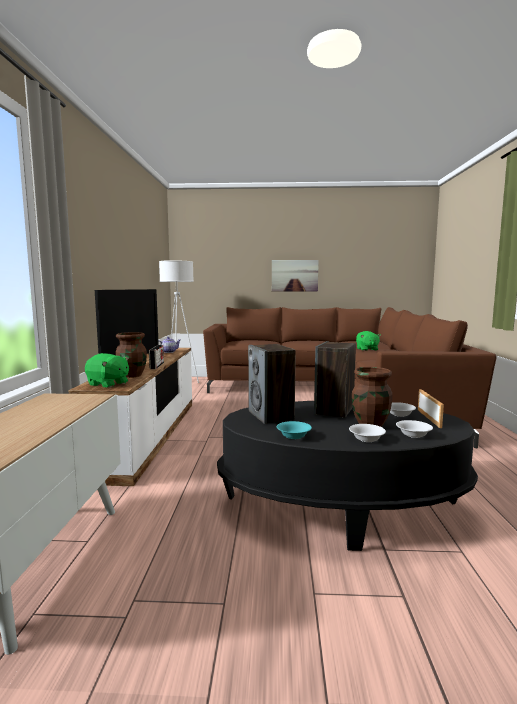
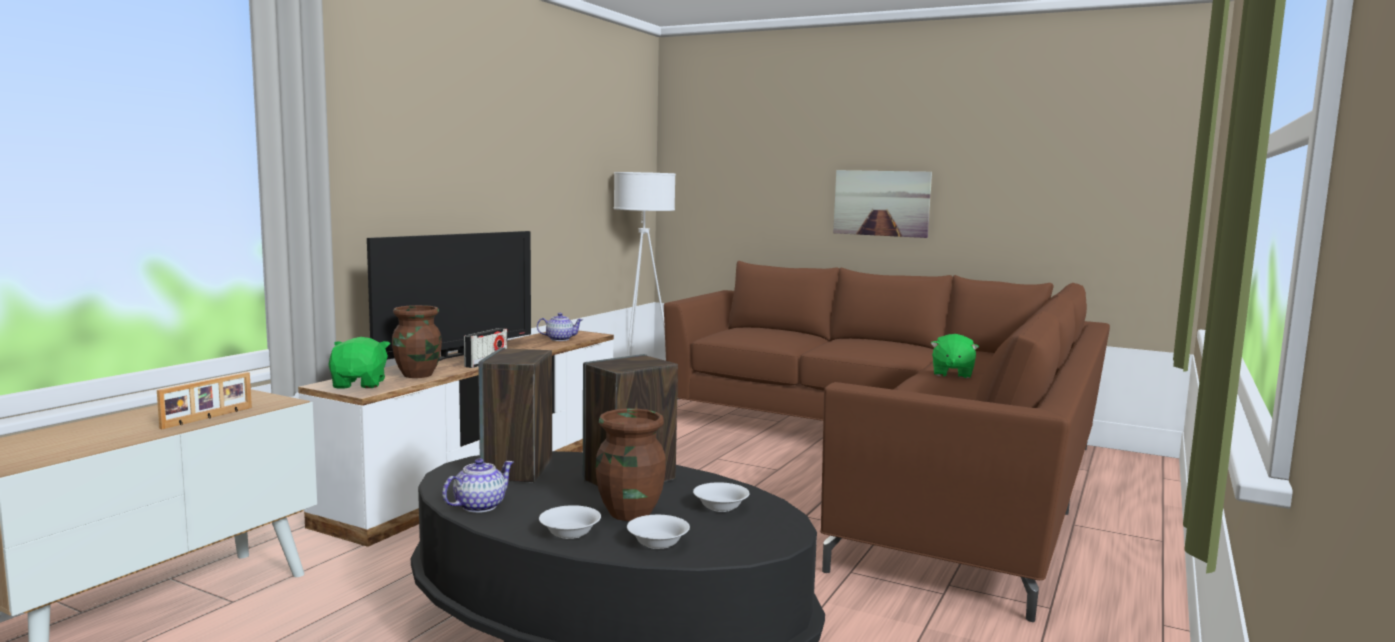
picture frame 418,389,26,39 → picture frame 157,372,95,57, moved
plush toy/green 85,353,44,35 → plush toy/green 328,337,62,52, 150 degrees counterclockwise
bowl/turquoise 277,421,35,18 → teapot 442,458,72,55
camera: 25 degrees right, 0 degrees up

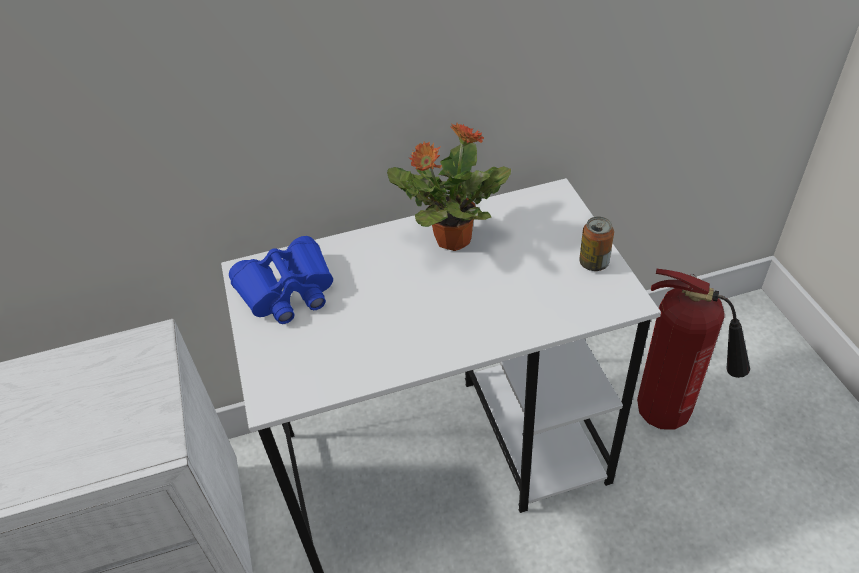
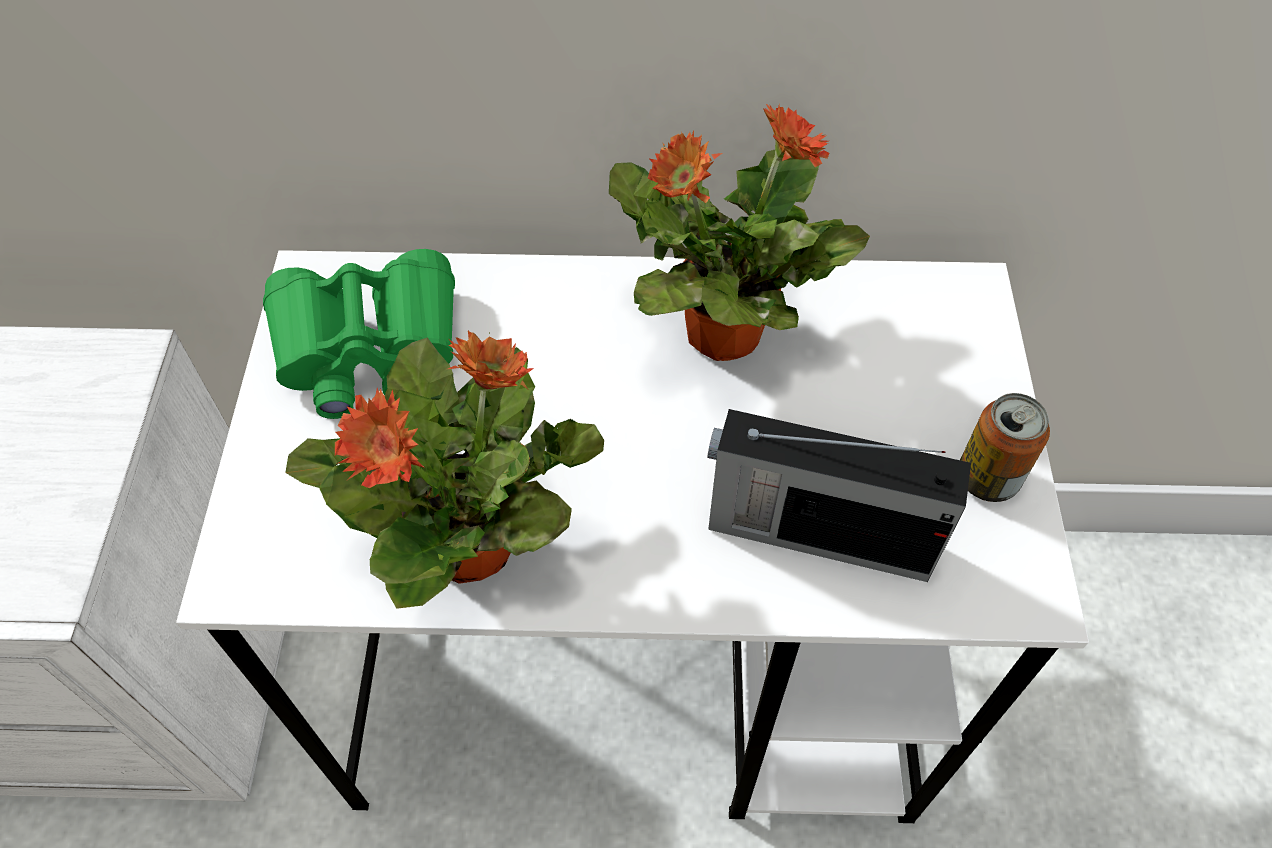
binoculars/blue 229,236,104,88 → binoculars/green 263,249,192,170
- → potted plant 285,330,319,279
- → radio 707,409,264,173
fire extinguisher 637,269,113,160 → -
camera: 15 degrees right, 10 degrees up

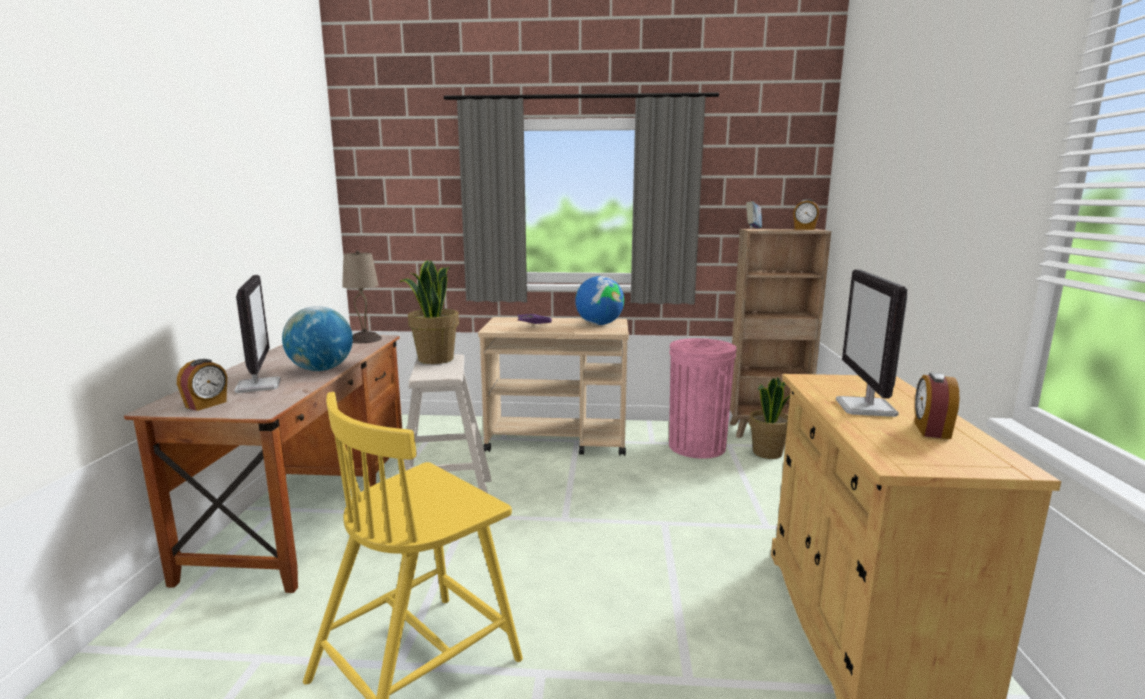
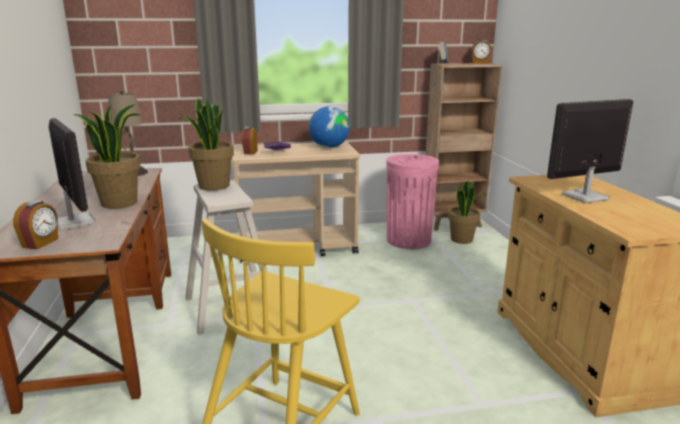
globe 282,306,71,65 → potted plant 74,104,66,105
alarm clock 915,372,44,67 → alarm clock 242,127,16,27, moved
monitor 836,269,71,148 → monitor 547,99,86,104, 75 degrees clockwise
camera: 15 degrees left, 5 degrees up

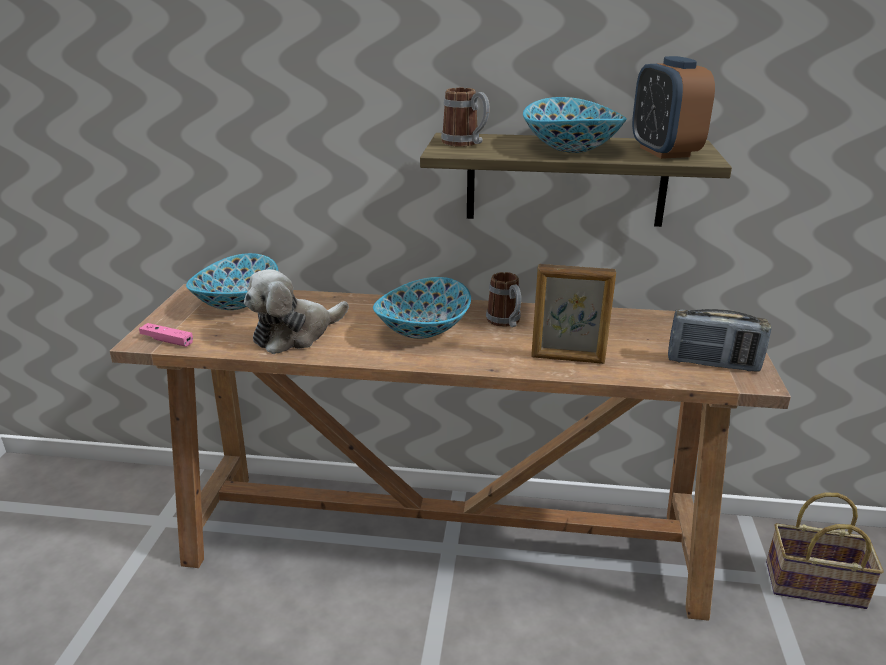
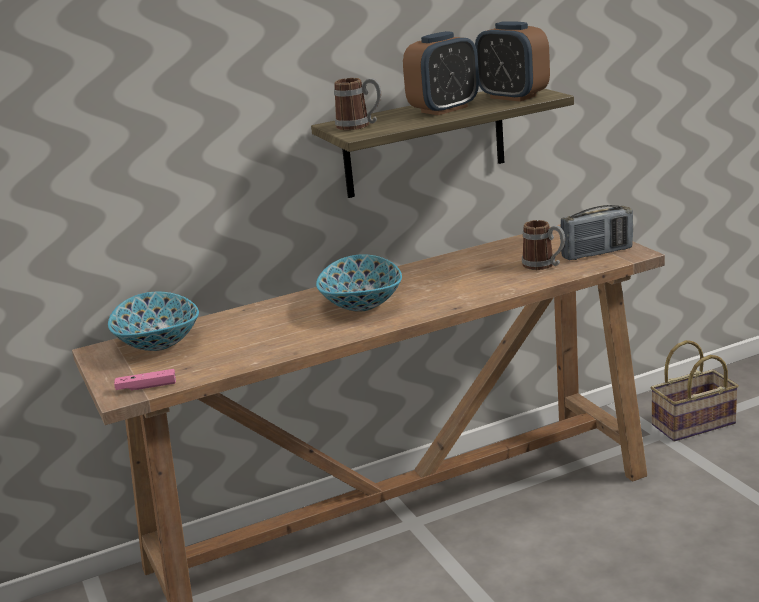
bowl 523,97,104,56 → alarm clock 403,31,76,84
mug 486,272,35,55 → mug 522,220,43,50, moved
plush toy 244,269,105,85 → -
picture frame 531,264,85,100 → -
camera: 30 degrees left, 5 degrees down

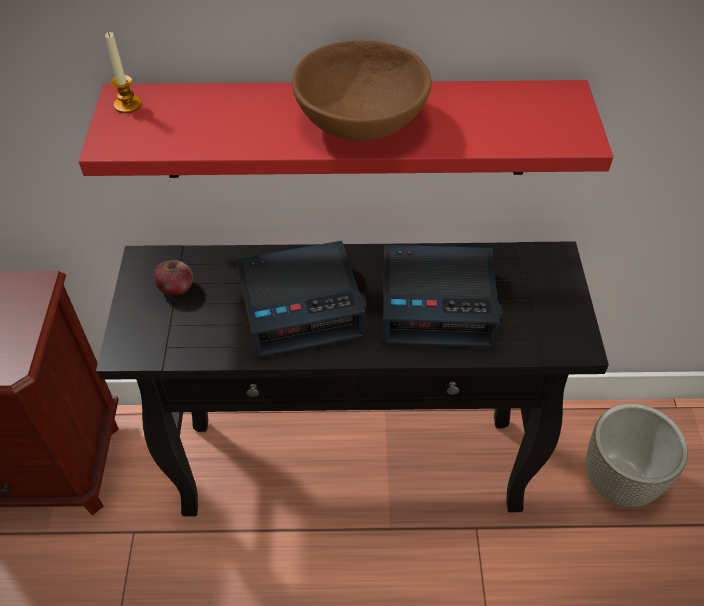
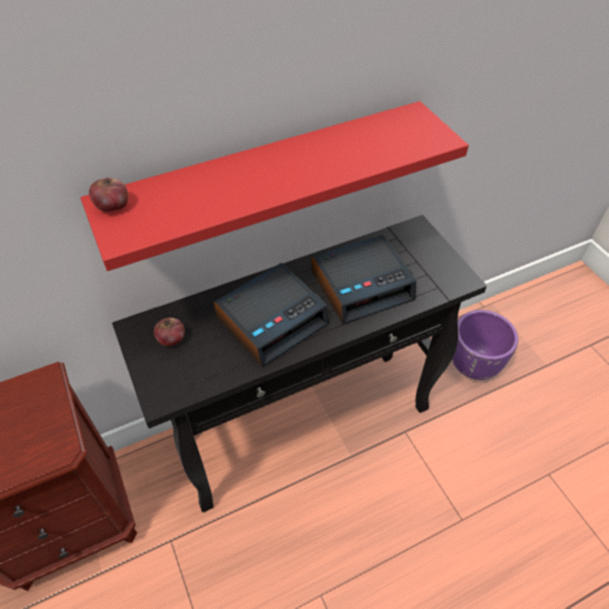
candle 105,32,37,81 → apple 89,177,39,35
planter/grey 586,403,102,104 → planter/purple 452,310,66,70
bowl/brown 292,40,140,101 → -
camera: 25 degrees left, 0 degrees up

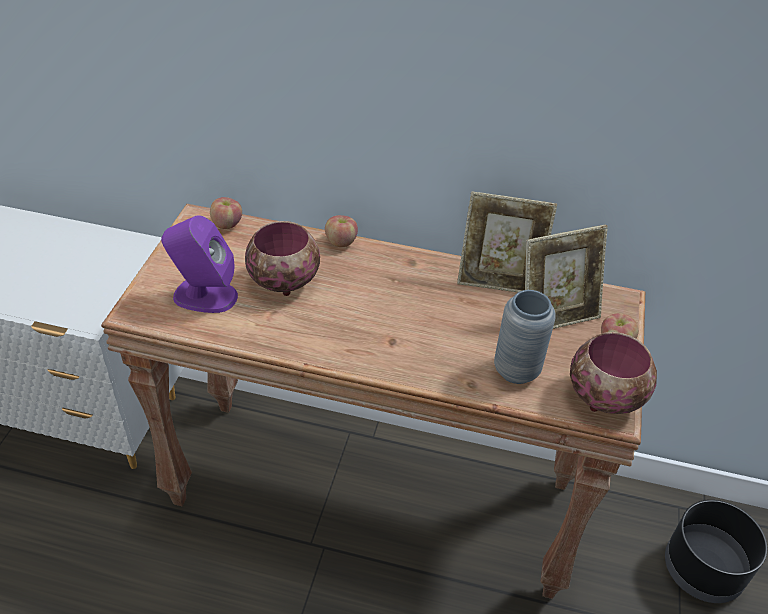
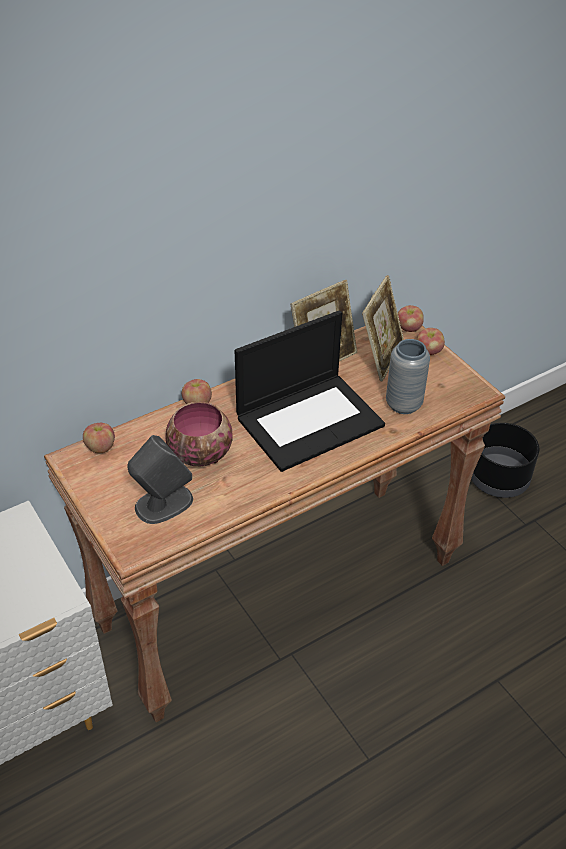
speaker/purple 161,215,77,98 → speaker/grey 128,435,65,89
- → laptop 235,310,150,162
- → apple 398,305,26,27
bowl 570,332,87,82 → -
camera: 45 degrees left, 0 degrees up

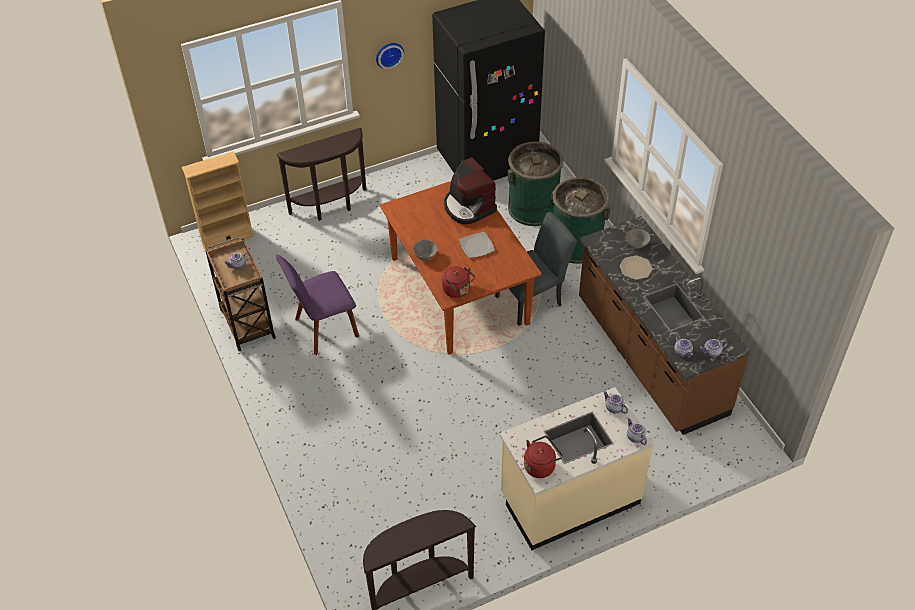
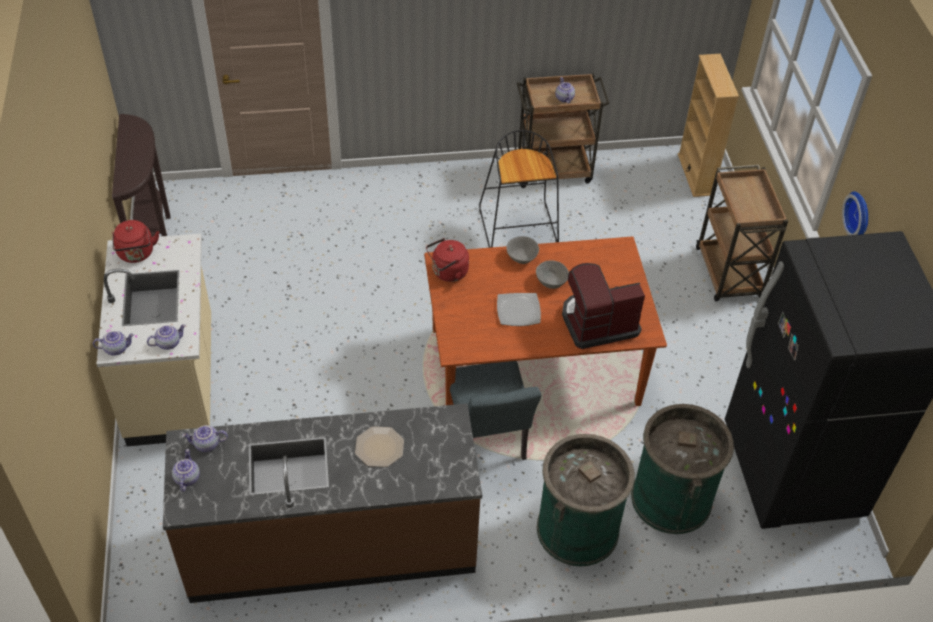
chair/purple 276,255,83,100 → stool/black 479,130,80,118
bowl/grey 625,229,25,20 → bowl/grey 536,261,33,28, moved
console table/brown 276,128,90,93 → cart/brown 696,165,92,136
camera: 105 degrees right, 0 degrees up

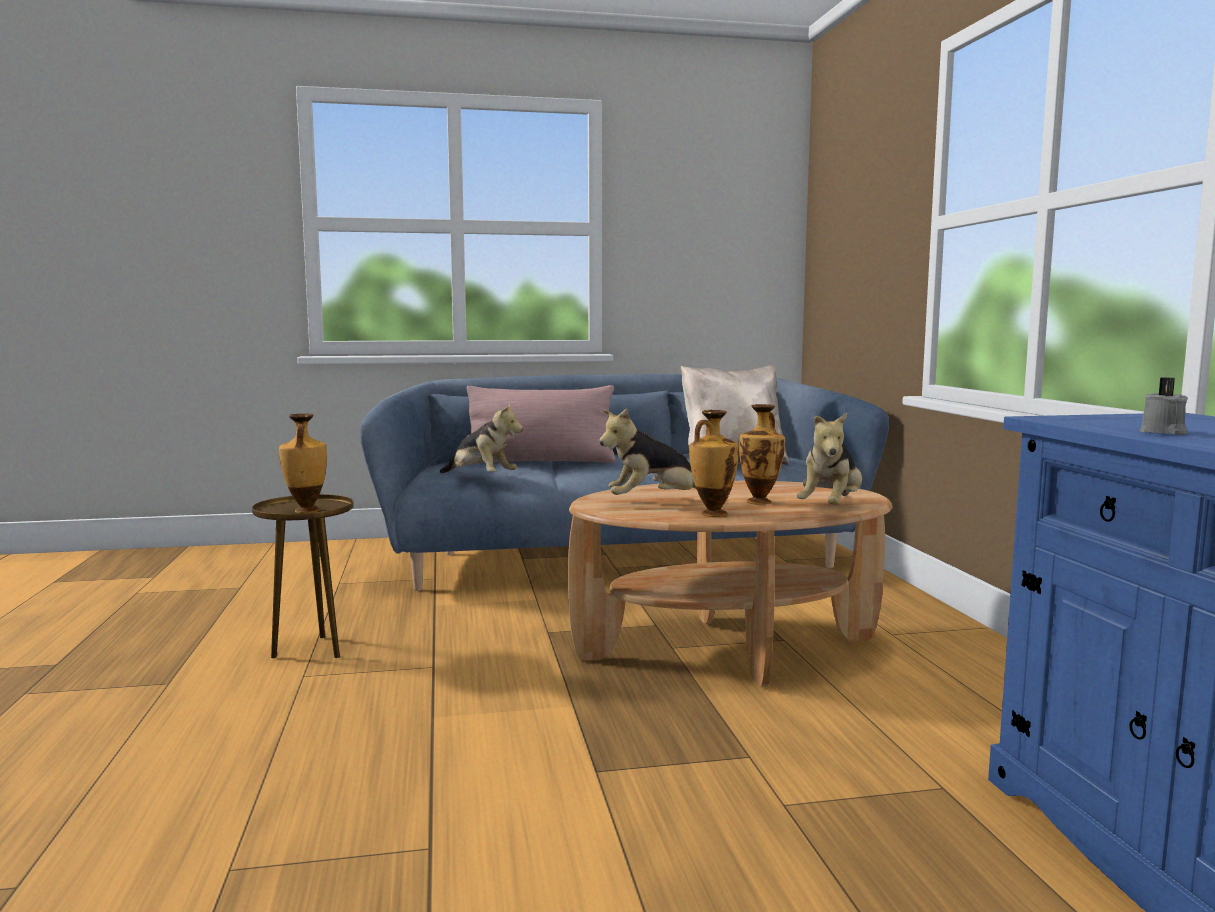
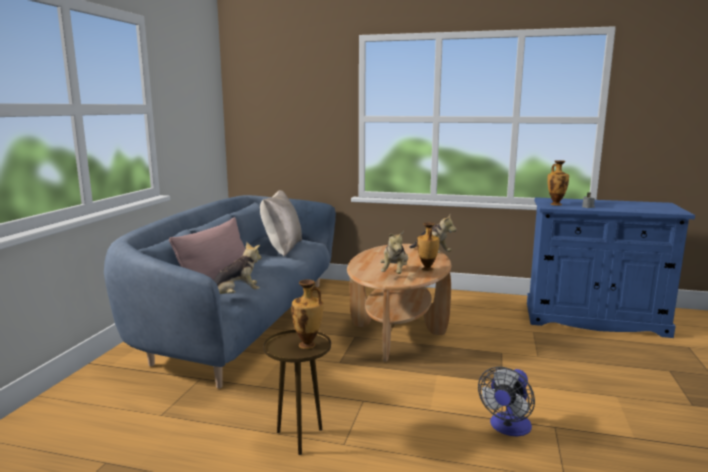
- → fan 478,366,57,70
vase 739,404,46,101 → vase 547,160,22,46, moved
camera: 65 degrees left, 5 degrees up

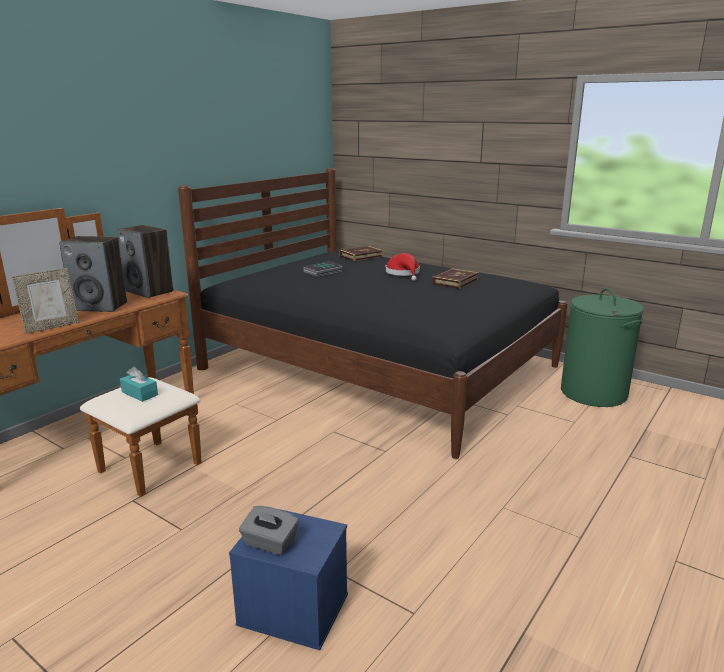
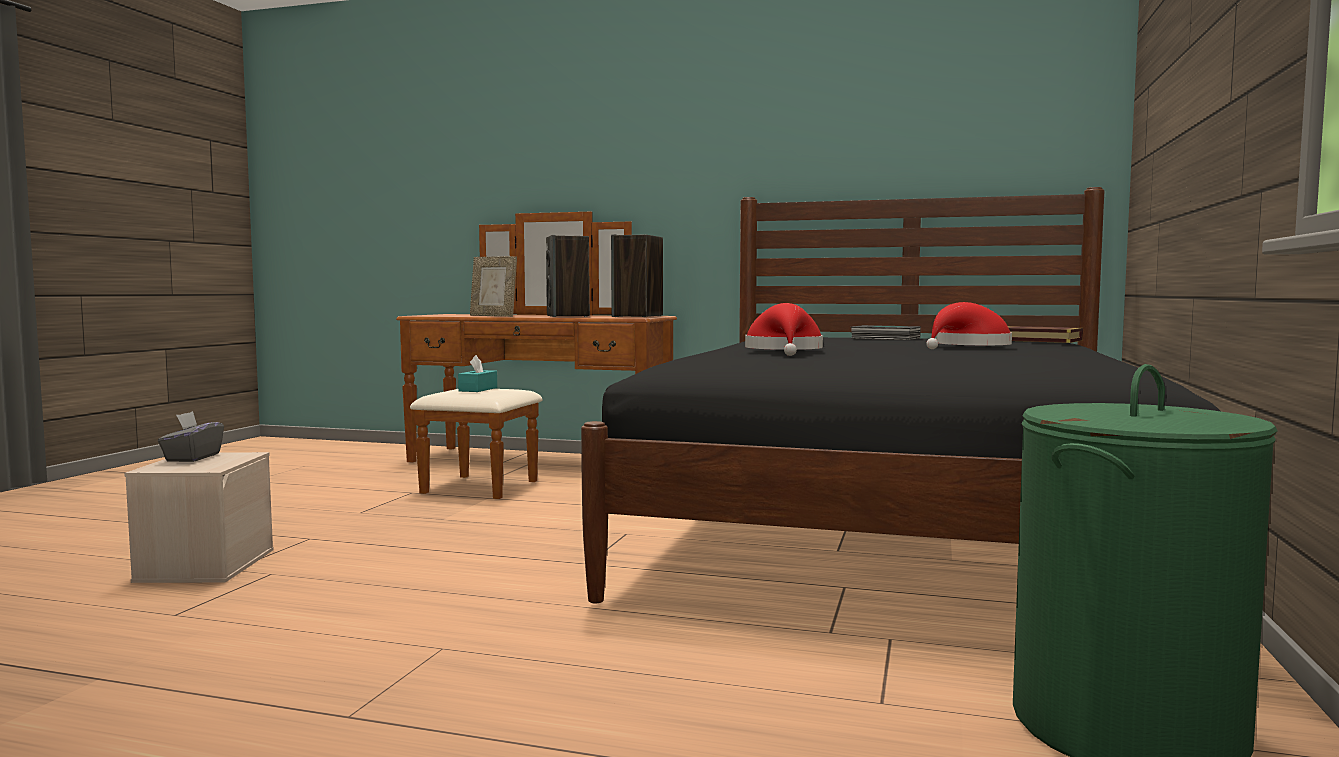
storage box/blue 229,509,119,141 → storage box/beige 124,452,150,131
- → hat/red 745,303,78,53
book 432,268,47,21 → -
camera: 70 degrees right, 15 degrees down

